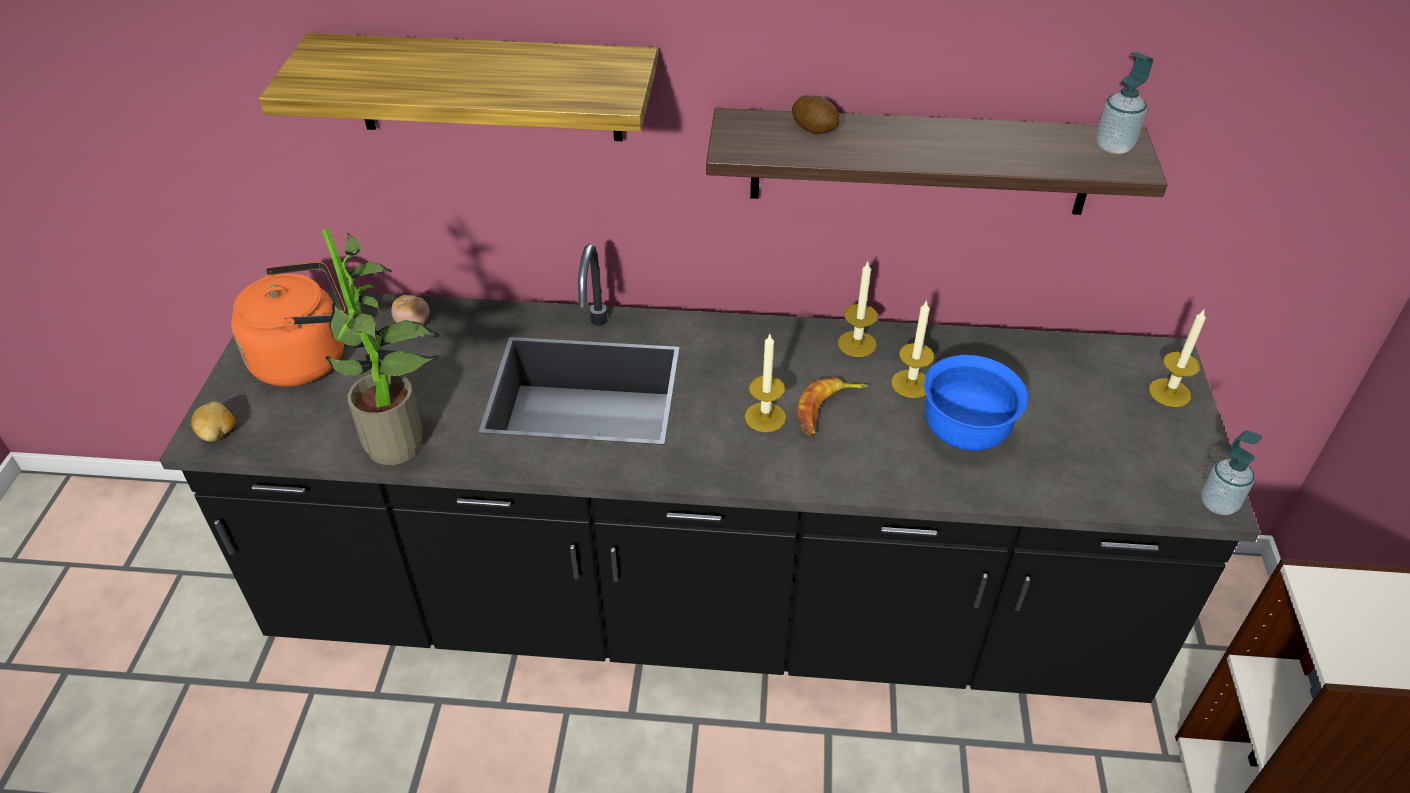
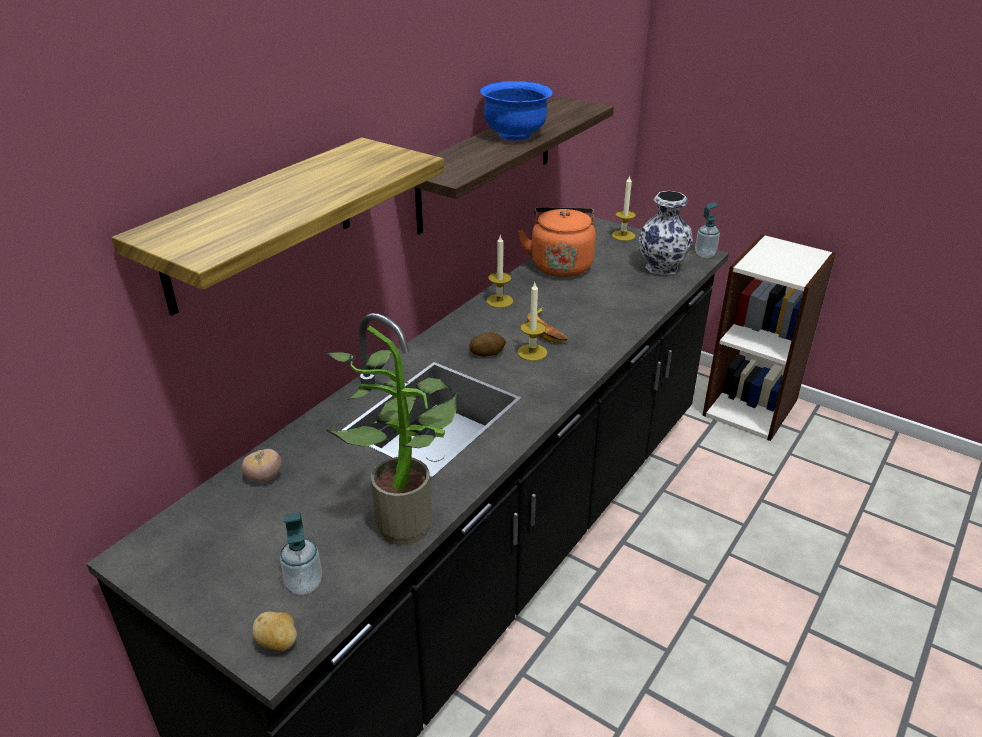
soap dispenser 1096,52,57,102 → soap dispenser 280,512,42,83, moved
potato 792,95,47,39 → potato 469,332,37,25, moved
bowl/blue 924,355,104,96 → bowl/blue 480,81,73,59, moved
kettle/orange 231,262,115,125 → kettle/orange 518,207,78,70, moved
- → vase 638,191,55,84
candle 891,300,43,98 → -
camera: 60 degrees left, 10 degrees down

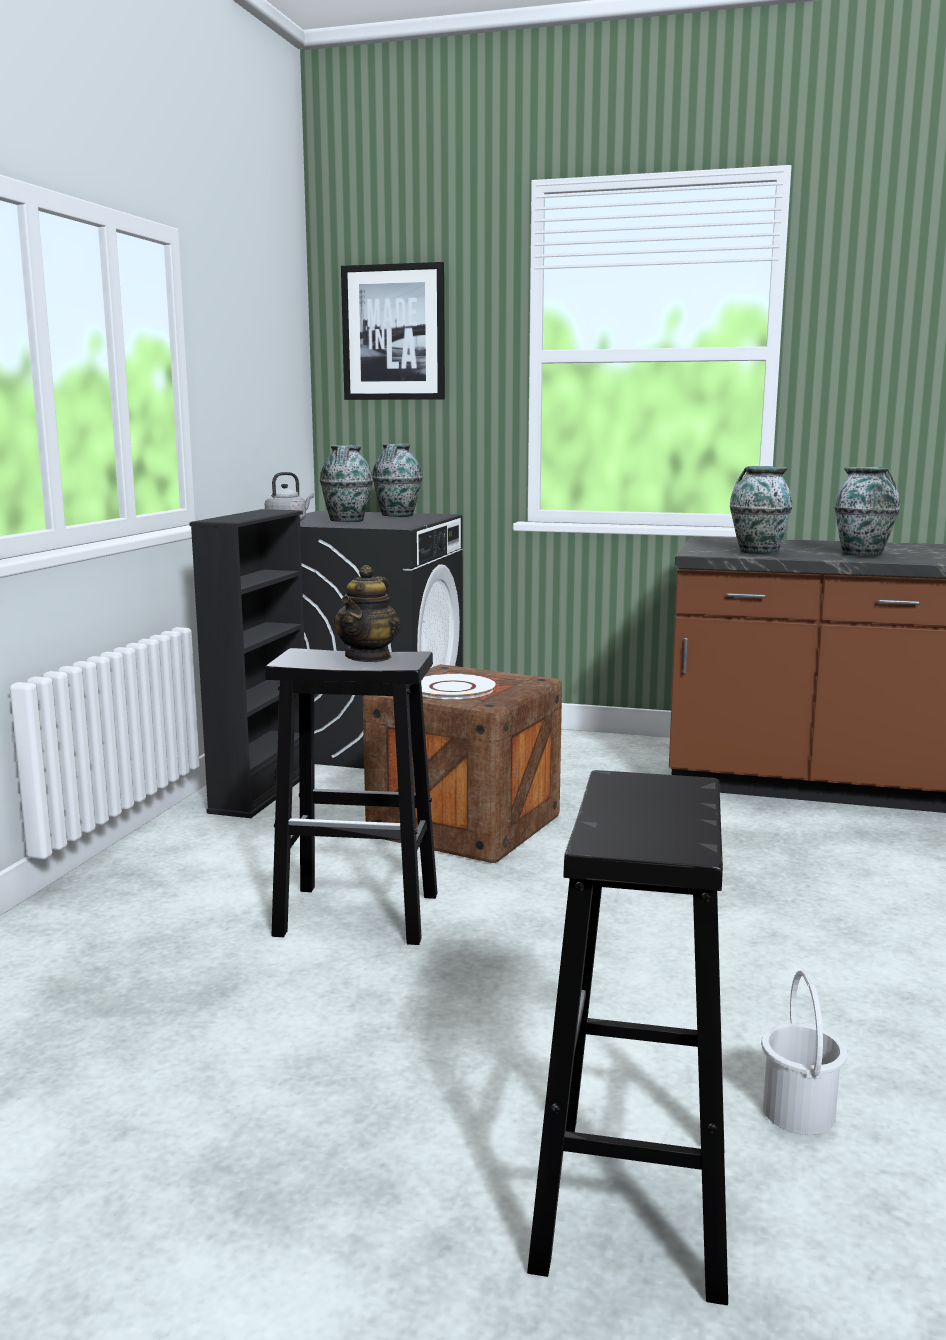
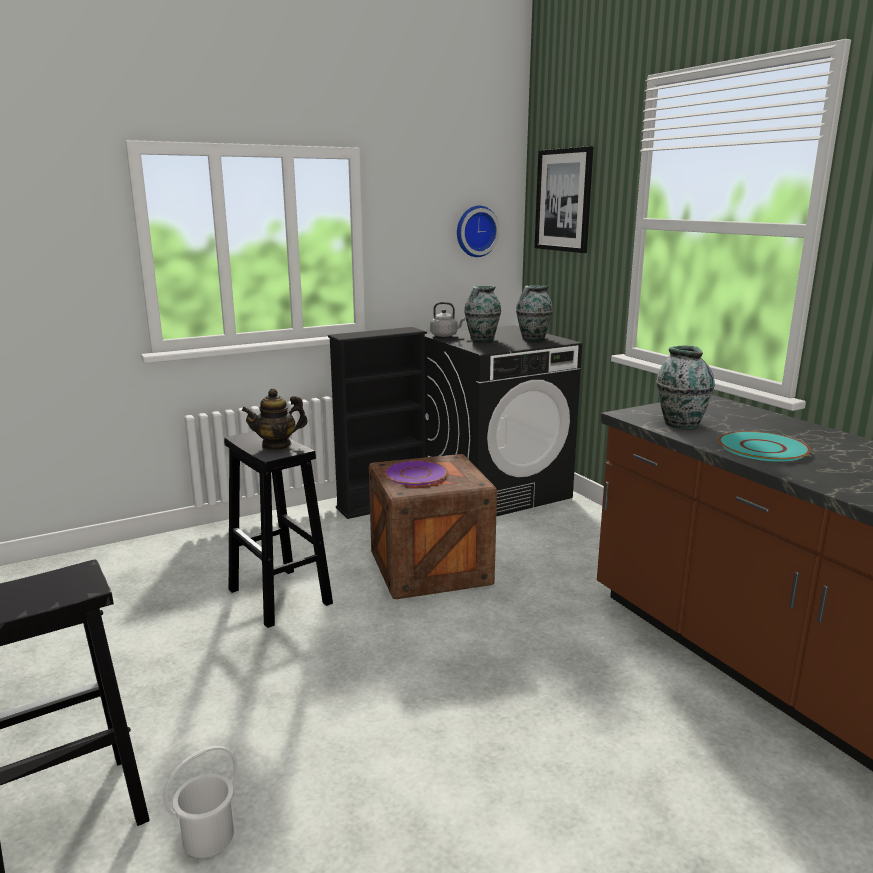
plate/white 421,673,77,26 → plate/purple 384,461,64,24
- → wall clock 457,206,43,51
vase 834,467,66,89 → plate/turquoise 718,431,92,31
camera: 45 degrees right, 5 degrees up

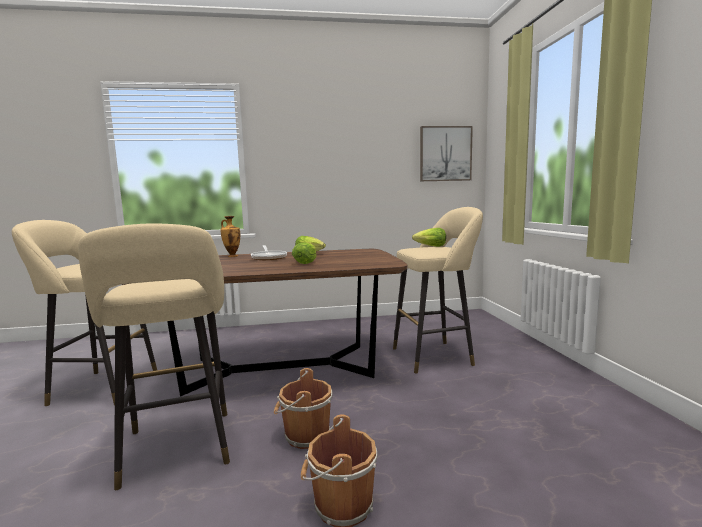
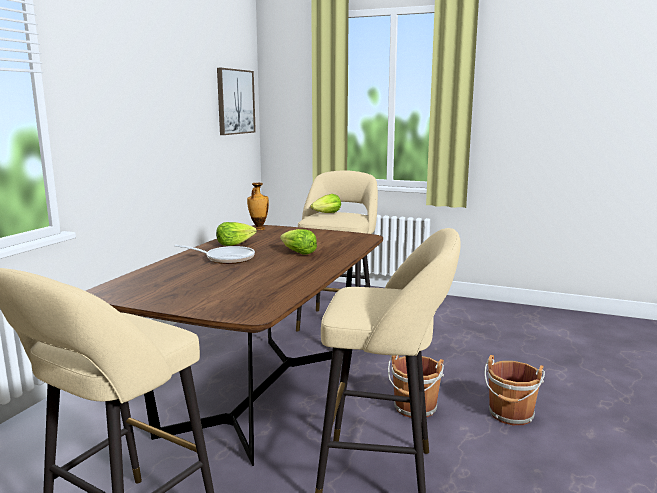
vase 220,216,20,41 → vase 247,183,22,47, moved
camera: 60 degrees left, 5 degrees up

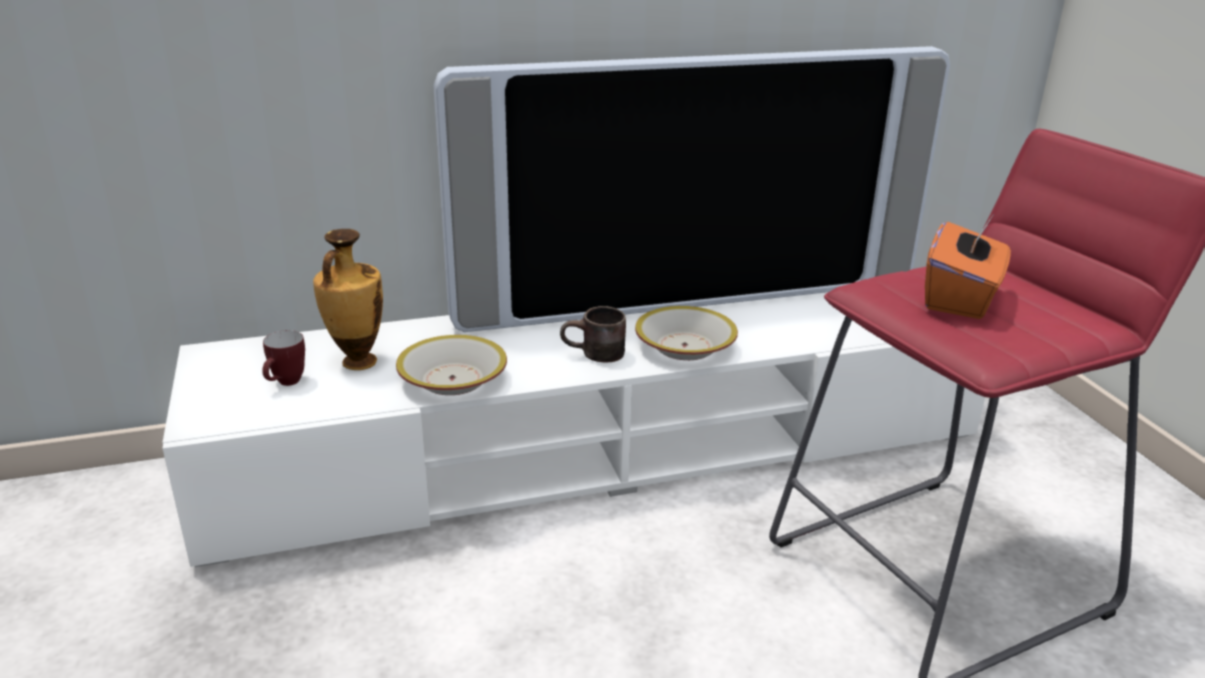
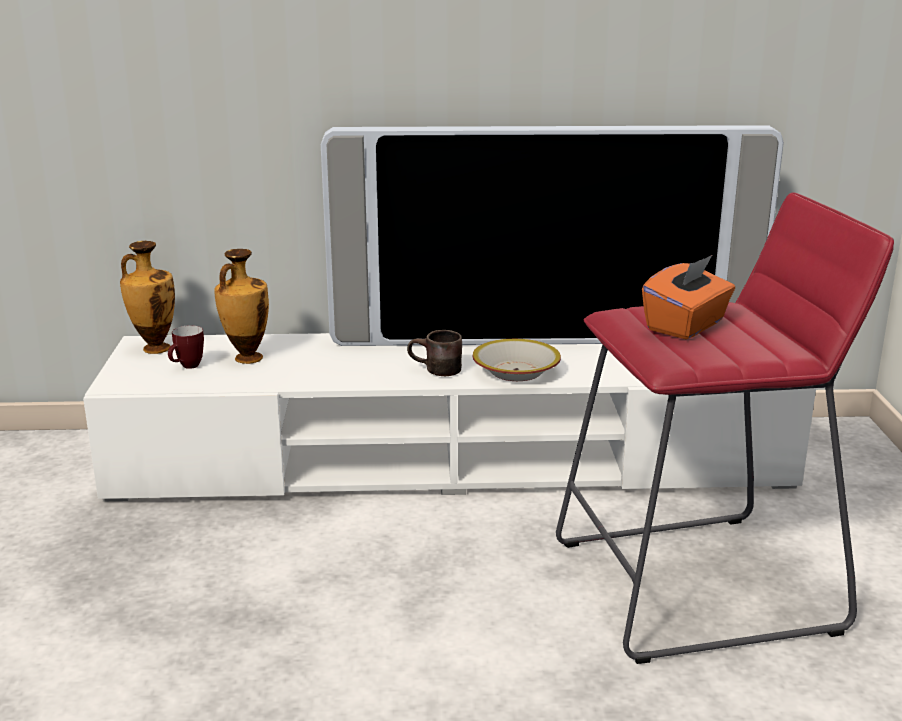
- → vase 120,241,55,113
bowl 396,335,111,60 → -
camera: 15 degrees right, 5 degrees down

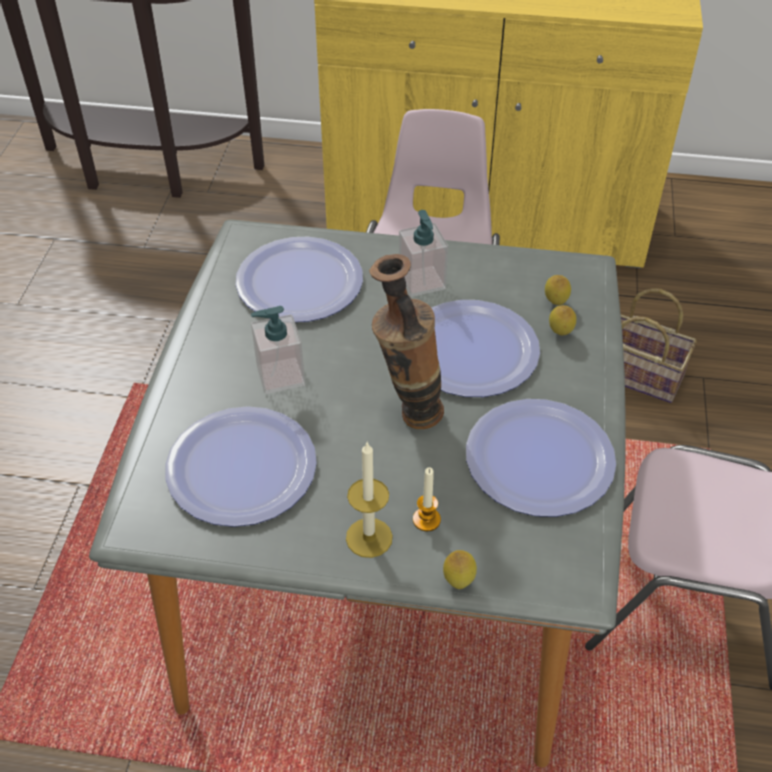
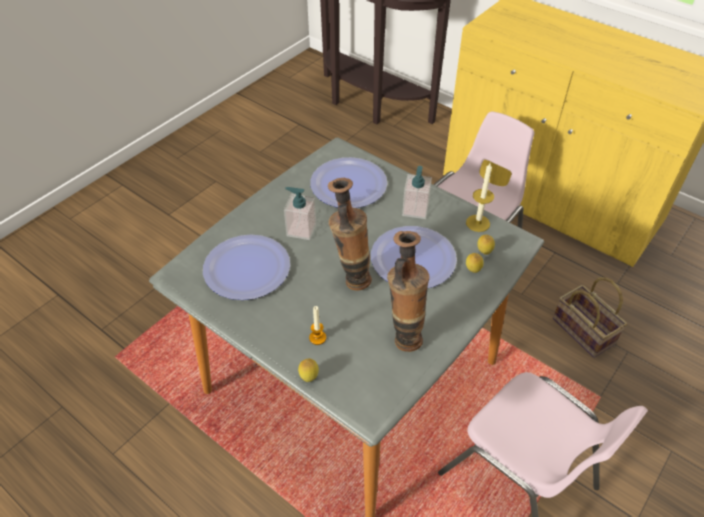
plate 466,399,150,118 → vase 387,231,42,121
candle 346,441,47,117 → candle 466,163,28,69, moved
camera: 30 degrees right, 0 degrees up

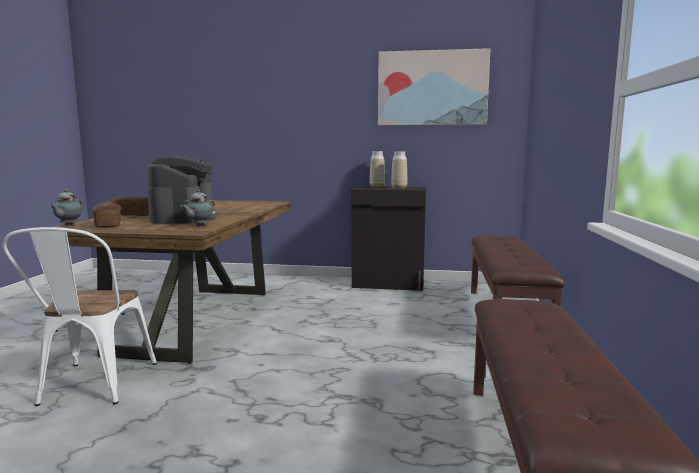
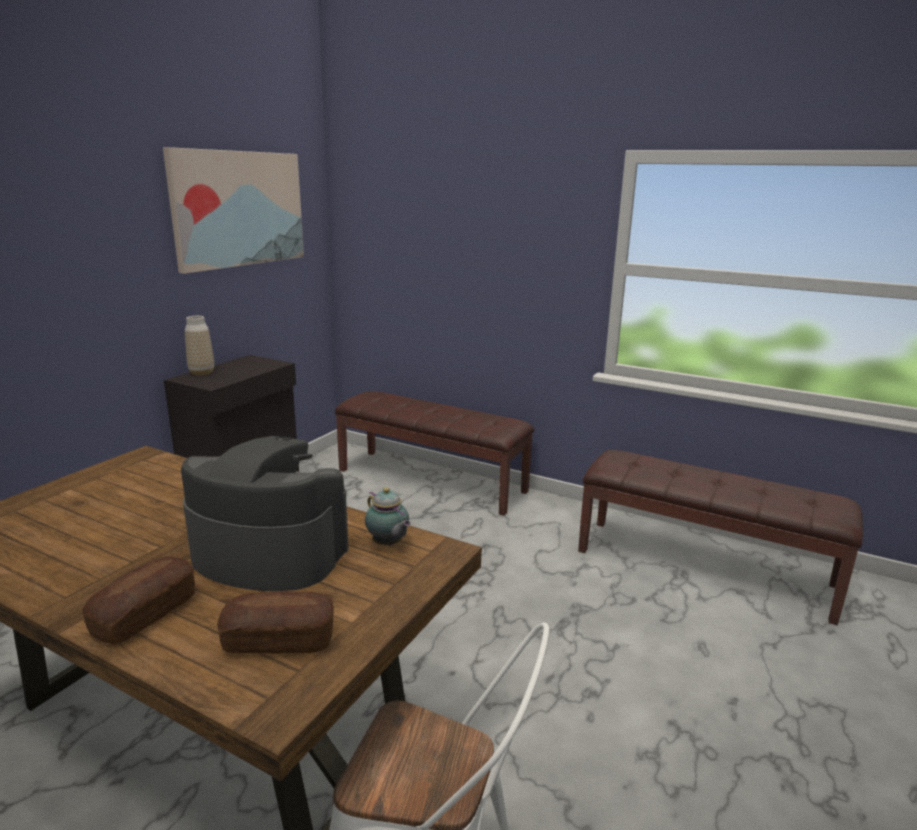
teapot 49,189,33,37 → -
vase 391,151,16,38 → -
camera: 70 degrees left, 10 degrees up

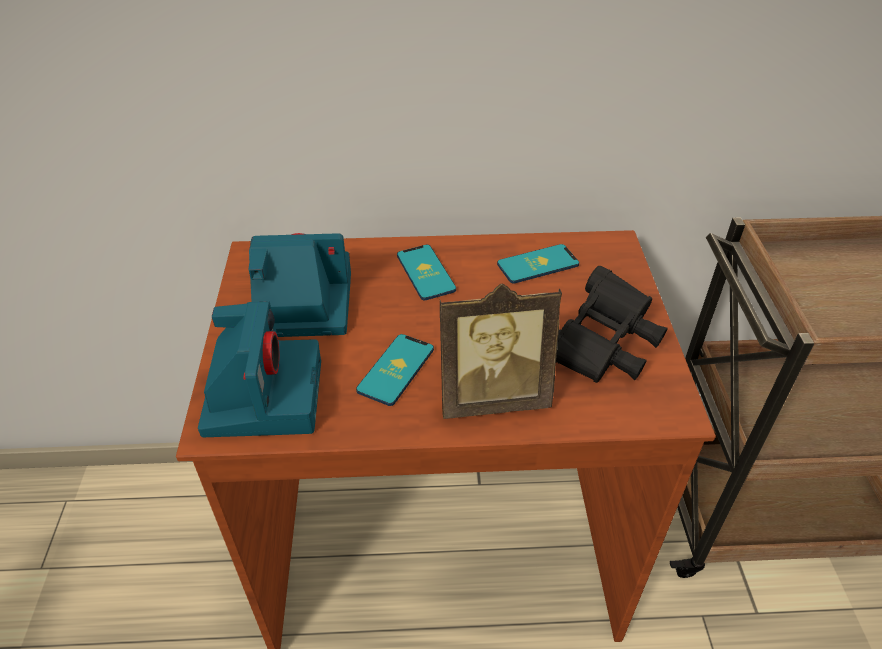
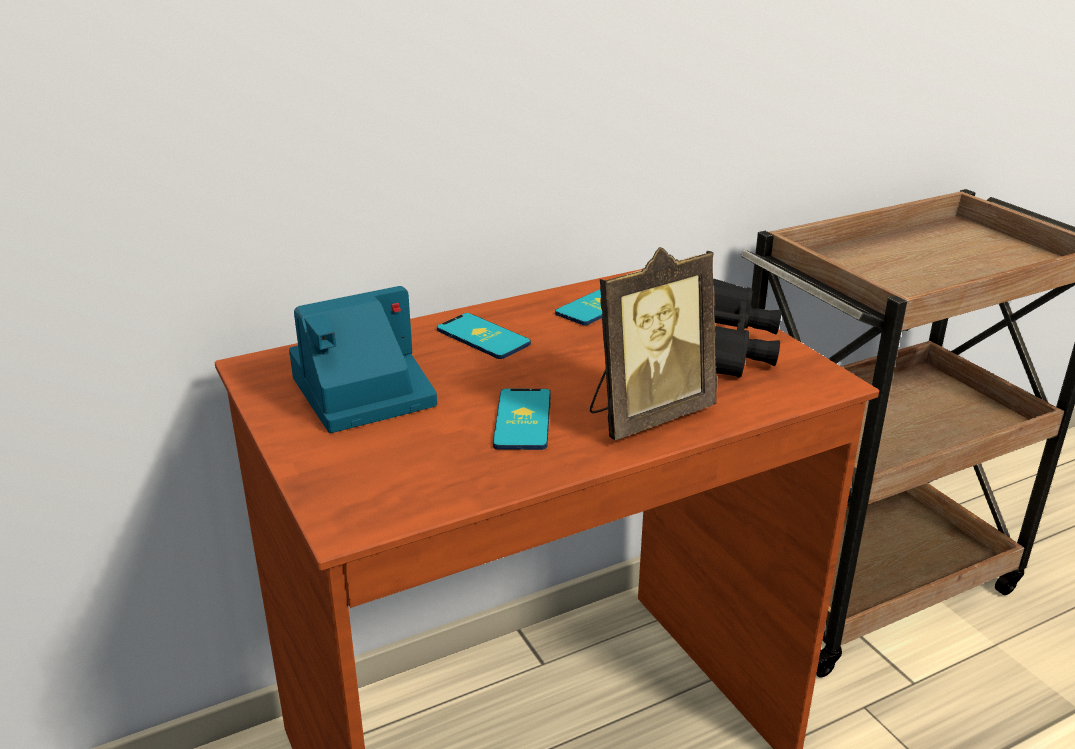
photo camera 198,301,123,136 → -
camera: 25 degrees left, 15 degrees down

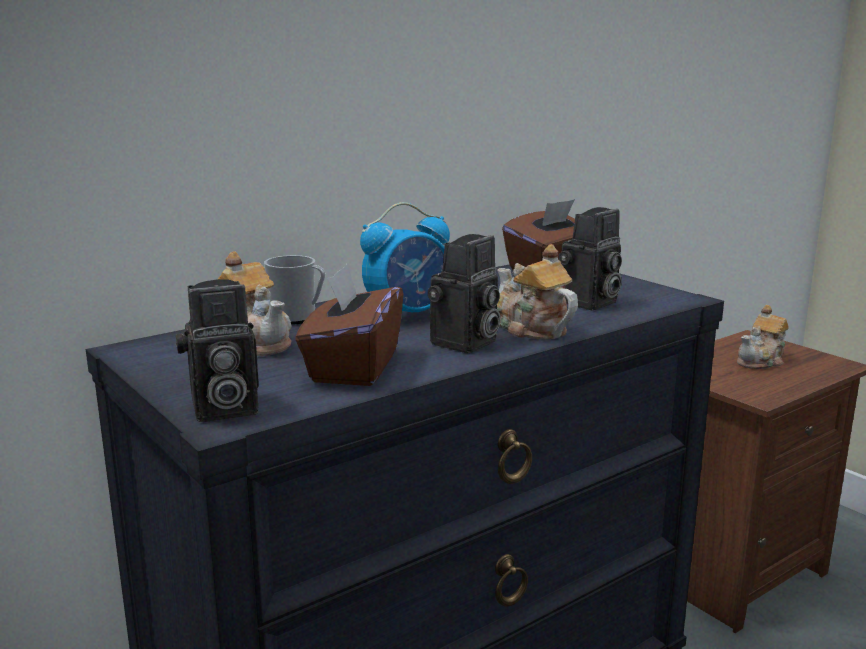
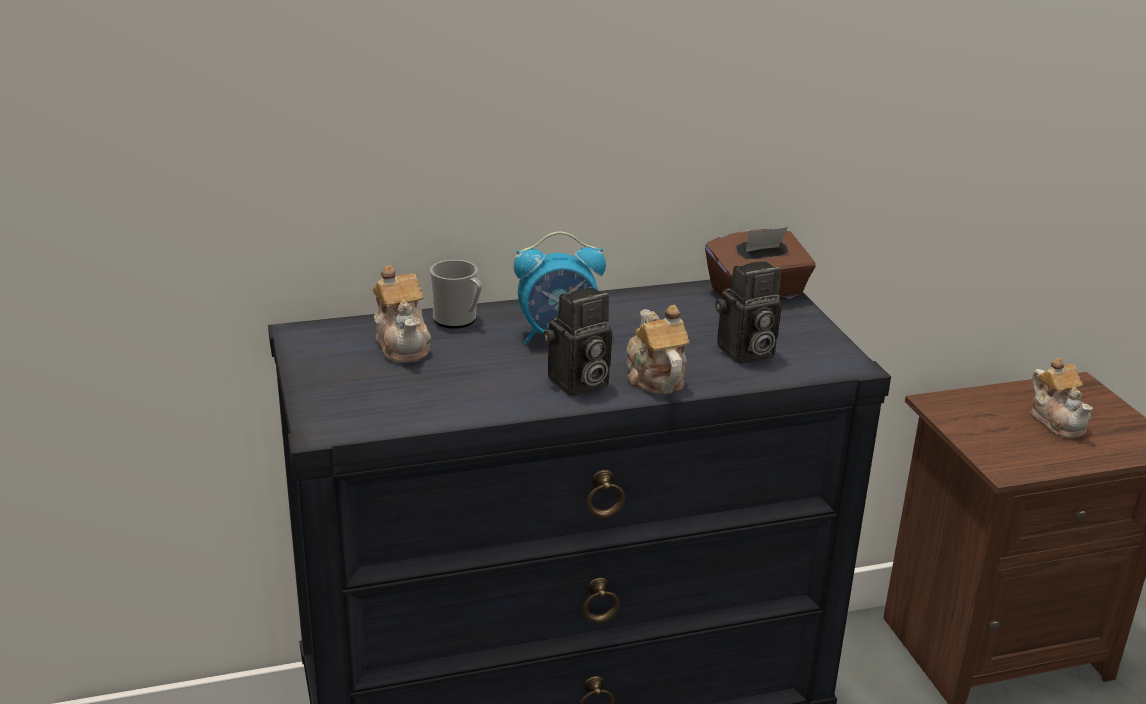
teapot 737,305,52,64 → teapot 1031,357,62,82, 90 degrees counterclockwise
photo camera 176,279,83,143 → -
tissue box/brown 295,264,109,122 → -
camera: 20 degrees right, 10 degrees up

